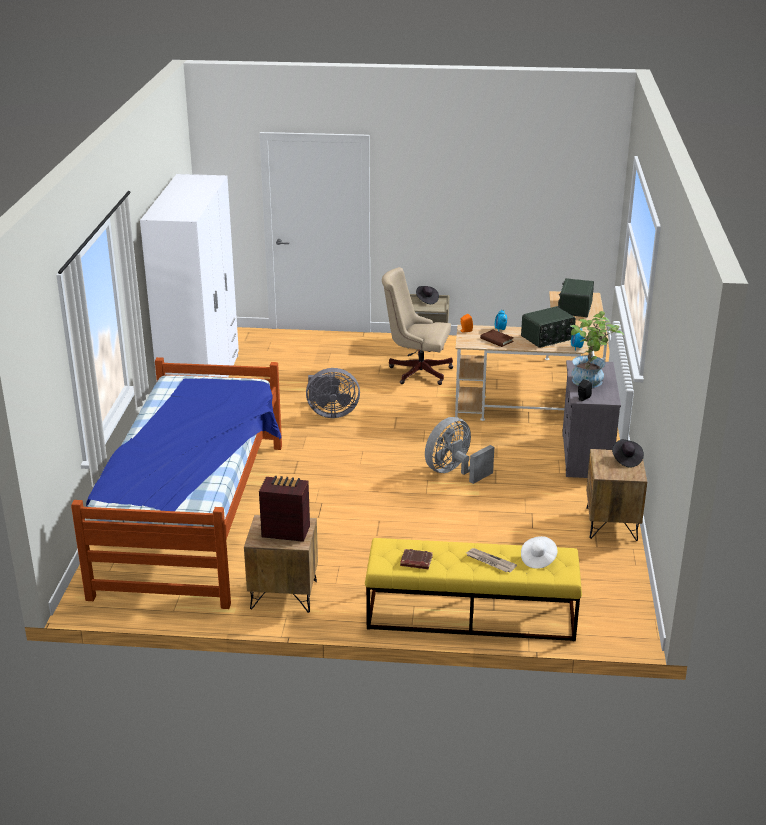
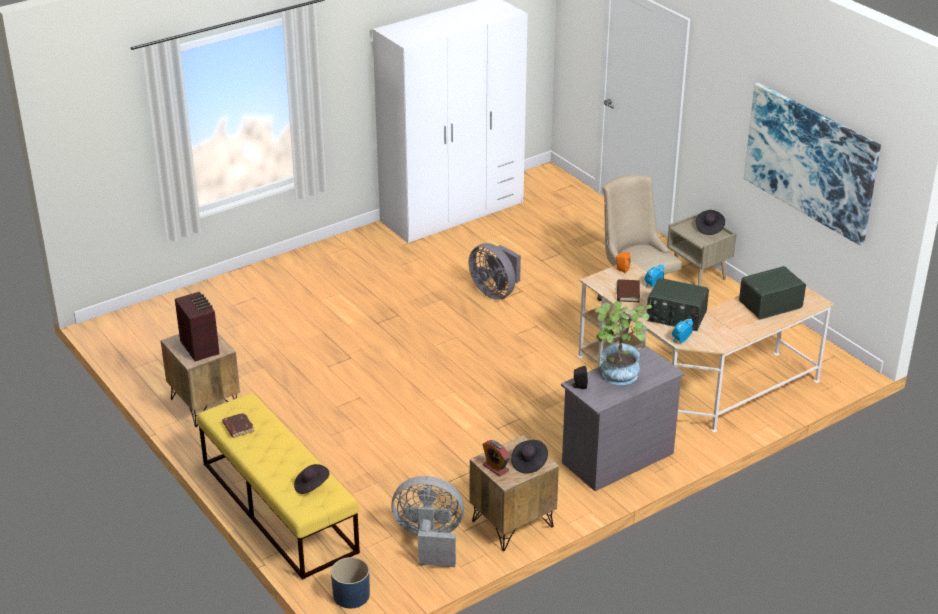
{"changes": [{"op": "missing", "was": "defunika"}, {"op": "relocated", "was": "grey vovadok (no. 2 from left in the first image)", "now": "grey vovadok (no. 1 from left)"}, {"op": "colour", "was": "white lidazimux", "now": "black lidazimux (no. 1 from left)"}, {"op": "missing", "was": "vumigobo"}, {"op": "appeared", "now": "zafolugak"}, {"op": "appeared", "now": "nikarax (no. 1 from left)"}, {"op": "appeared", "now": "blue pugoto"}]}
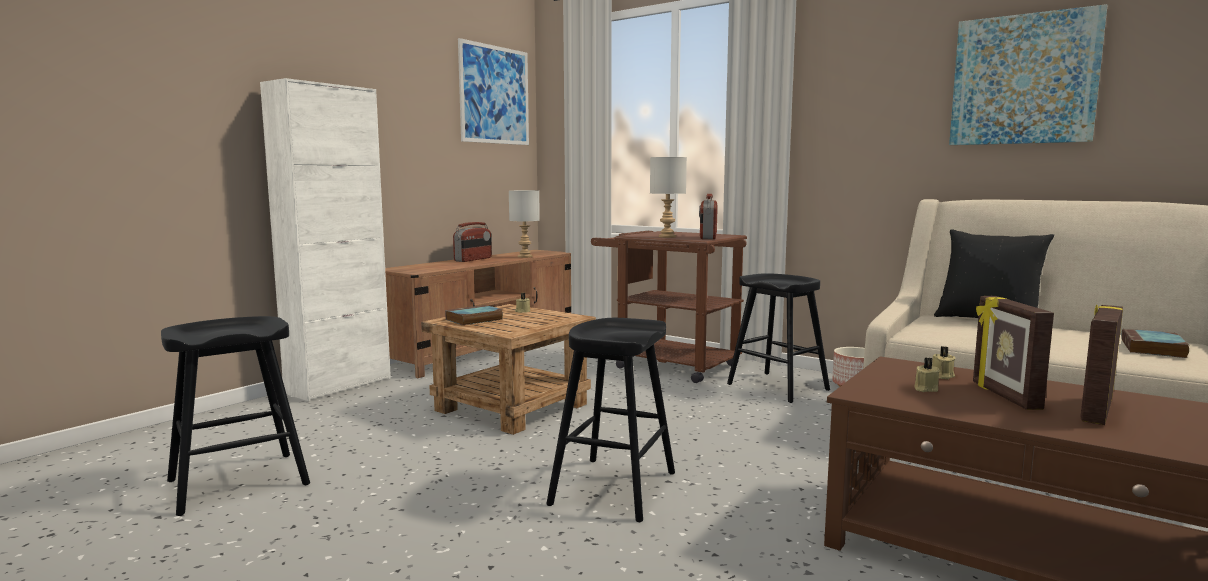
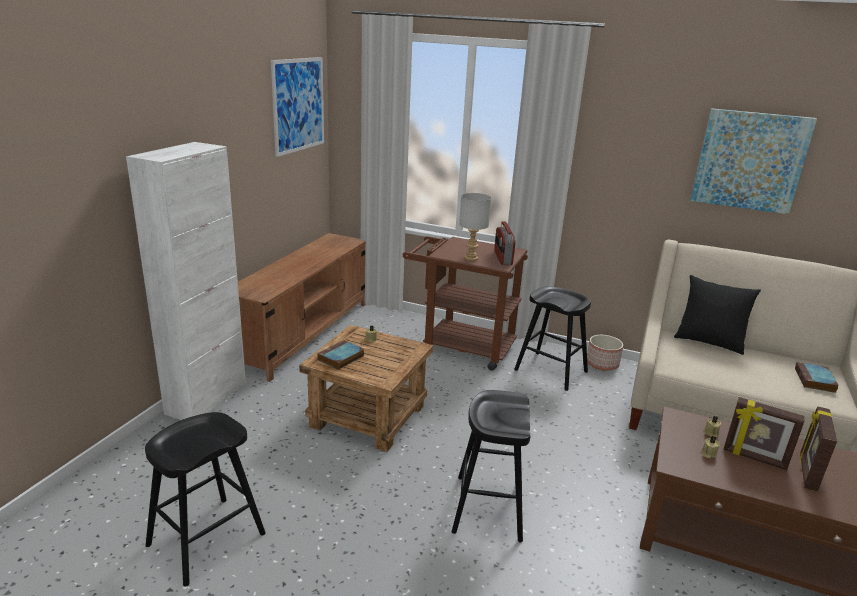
{"changes": [{"op": "missing", "was": "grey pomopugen (no. 1 from left)"}, {"op": "missing", "was": "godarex (no. 1 from left)"}, {"op": "spun", "was": "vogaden (no. 1 from left)", "clockwise": -45}]}
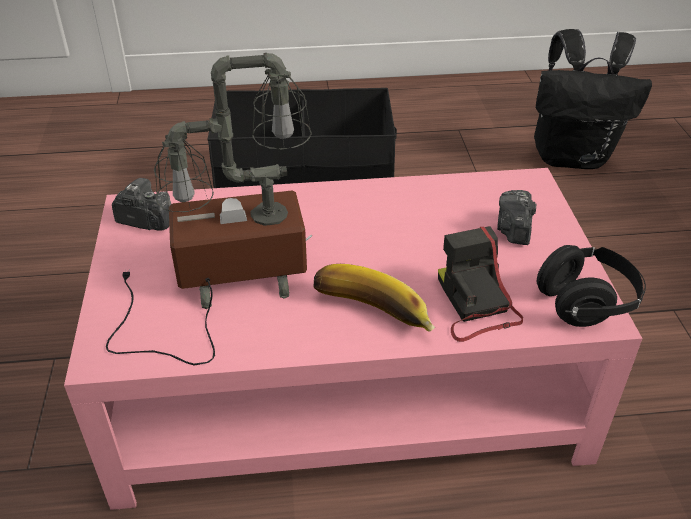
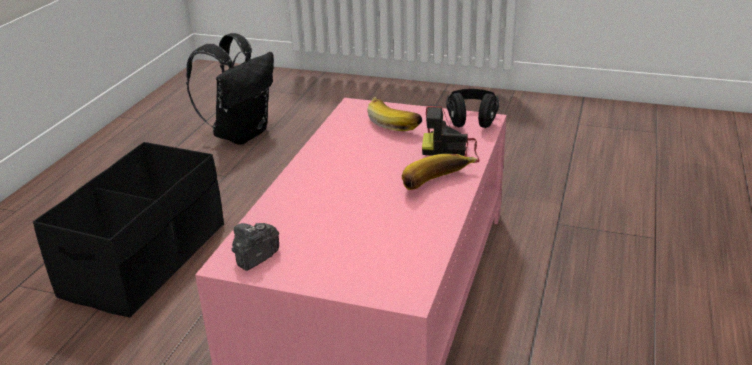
{"changes": [{"op": "missing", "was": "pomopugen"}, {"op": "exchanged", "was": "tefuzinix (no. 3 from left)", "now": "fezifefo (no. 1 from left)"}]}
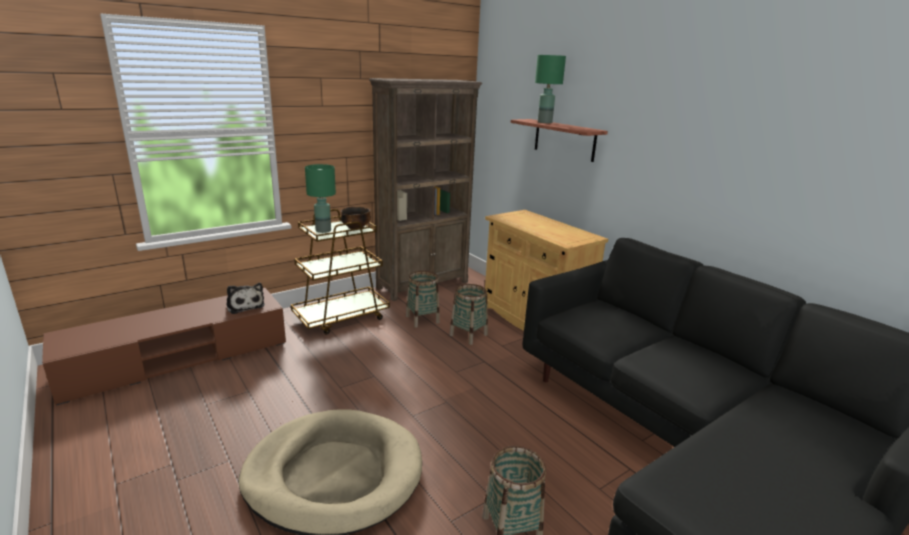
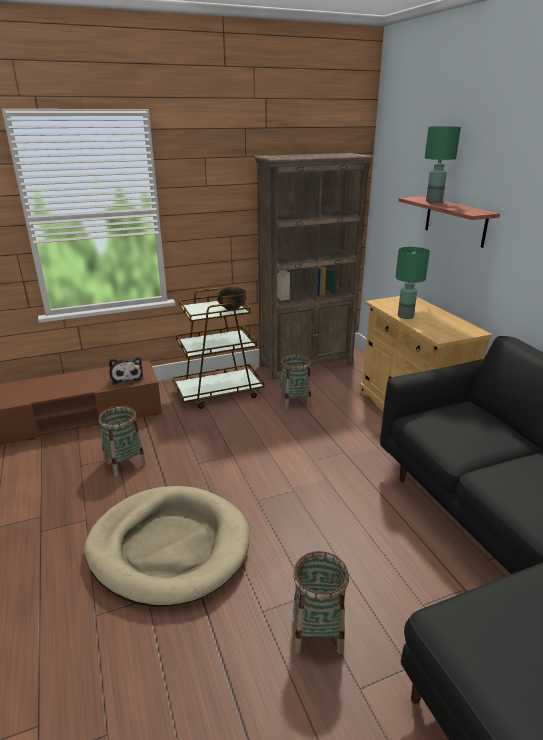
{"changes": [{"op": "relocated", "was": "green pomopugen (no. 1 from left)"}, {"op": "relocated", "was": "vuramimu (no. 2 from left in the first image)", "now": "vuramimu (no. 1 from left)"}]}
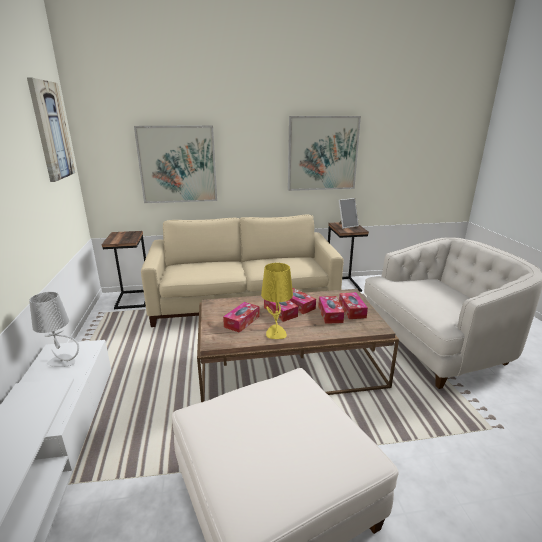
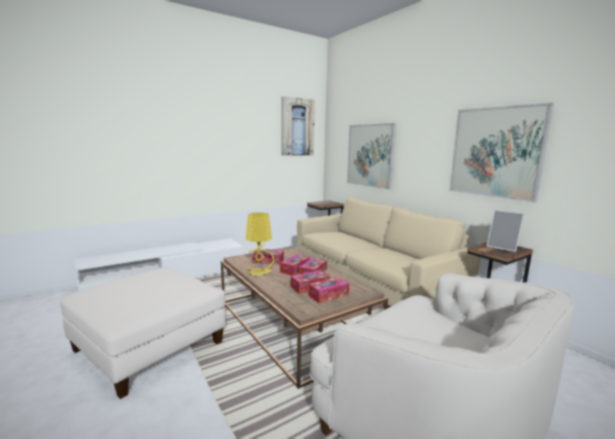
{"changes": [{"op": "missing", "was": "grey pomopugen"}]}
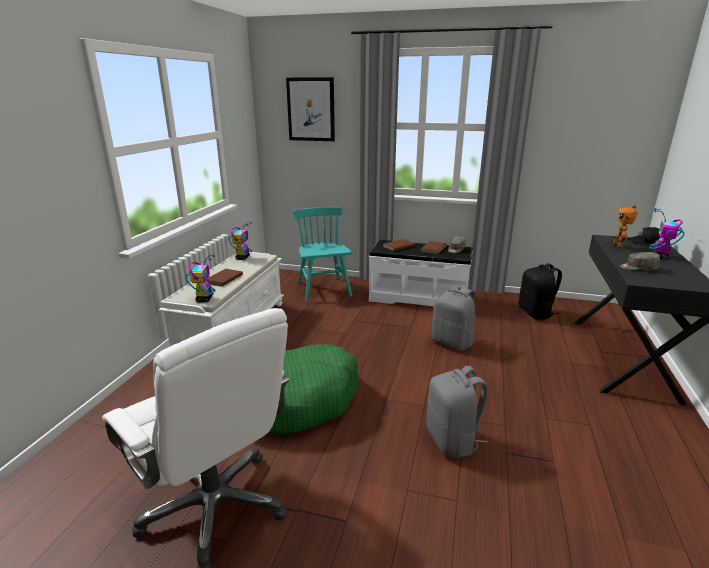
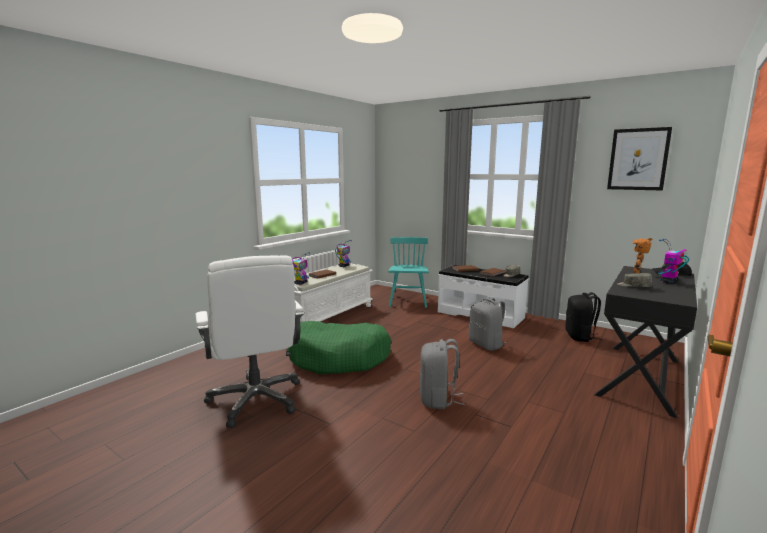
{"changes": [{"op": "relocated", "was": "zafolugak"}]}
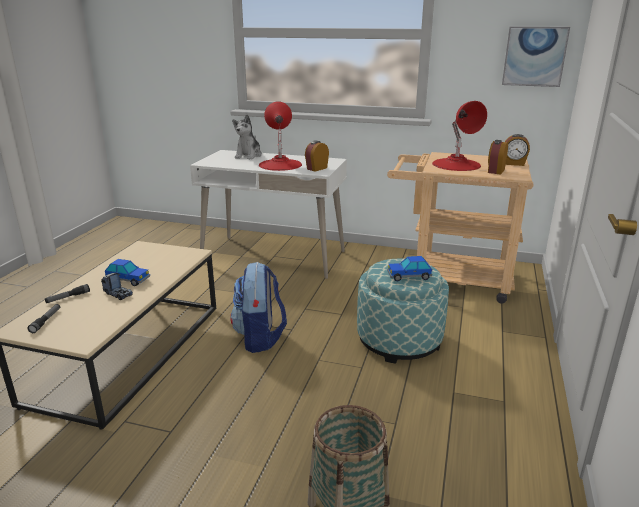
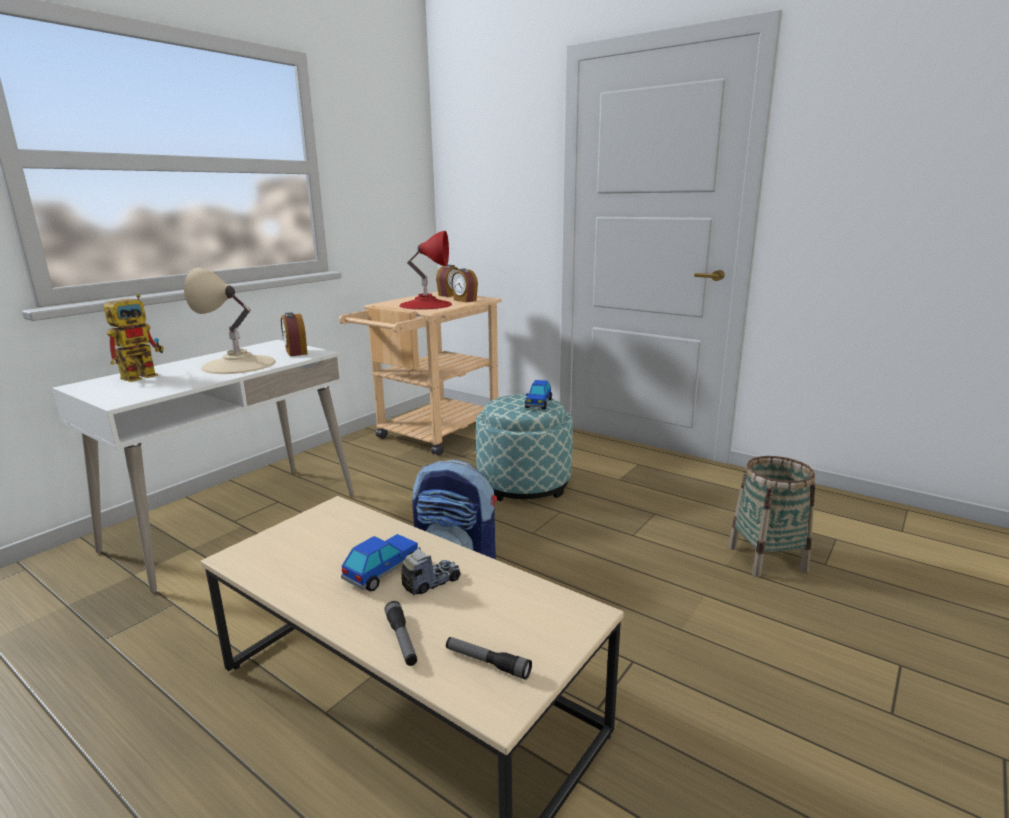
{"changes": [{"op": "missing", "was": "zafolugak"}, {"op": "colour", "was": "red pomopugen (no. 1 from left)", "now": "beige pomopugen"}, {"op": "exchanged", "was": "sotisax", "now": "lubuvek"}]}
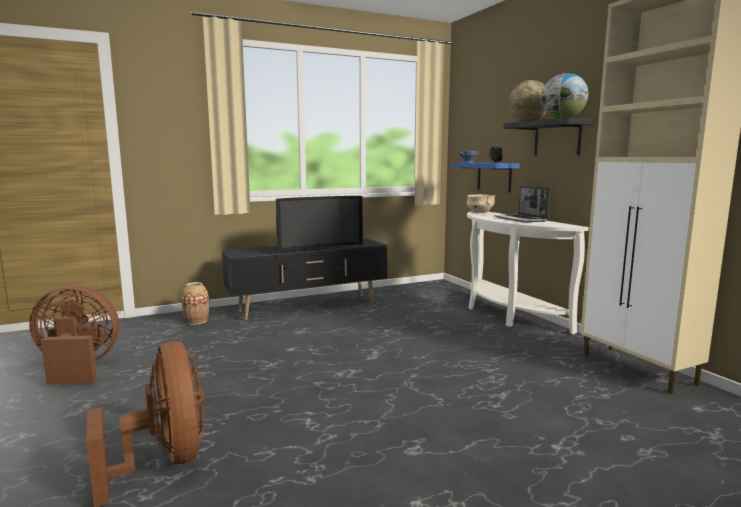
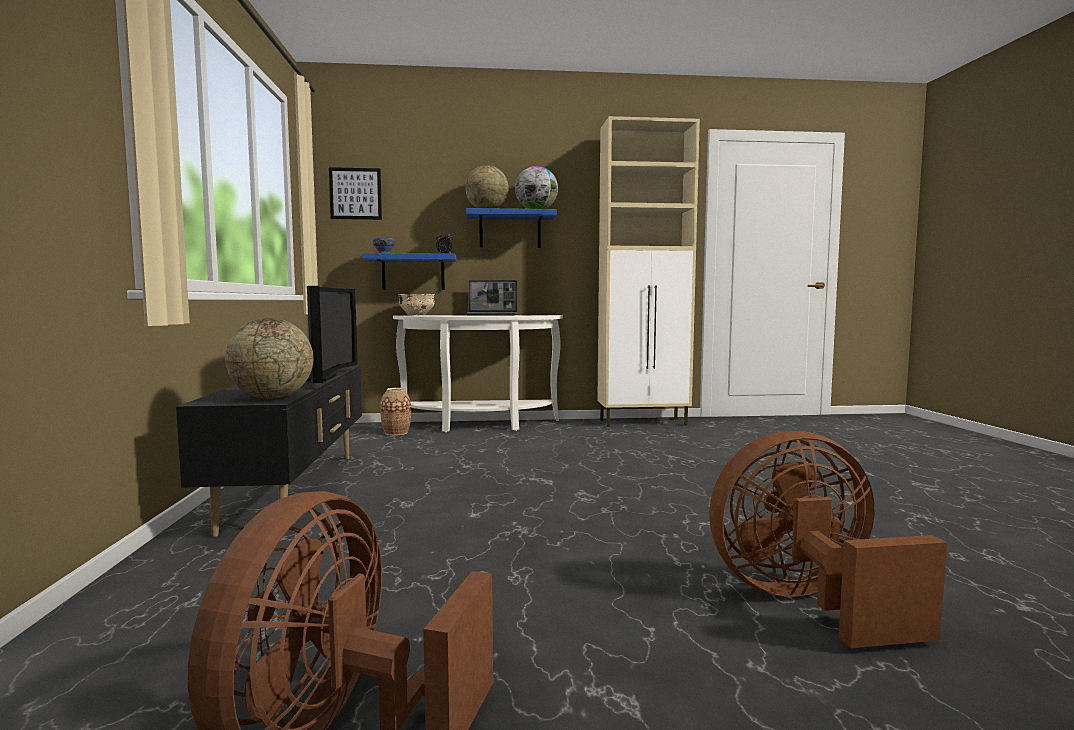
{"changes": [{"op": "colour", "was": "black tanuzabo", "now": "blue tanuzabo (no. 2 from left)"}, {"op": "relocated", "was": "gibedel"}, {"op": "appeared", "now": "zafolugak"}, {"op": "appeared", "now": "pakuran (no. 1 from left)"}]}
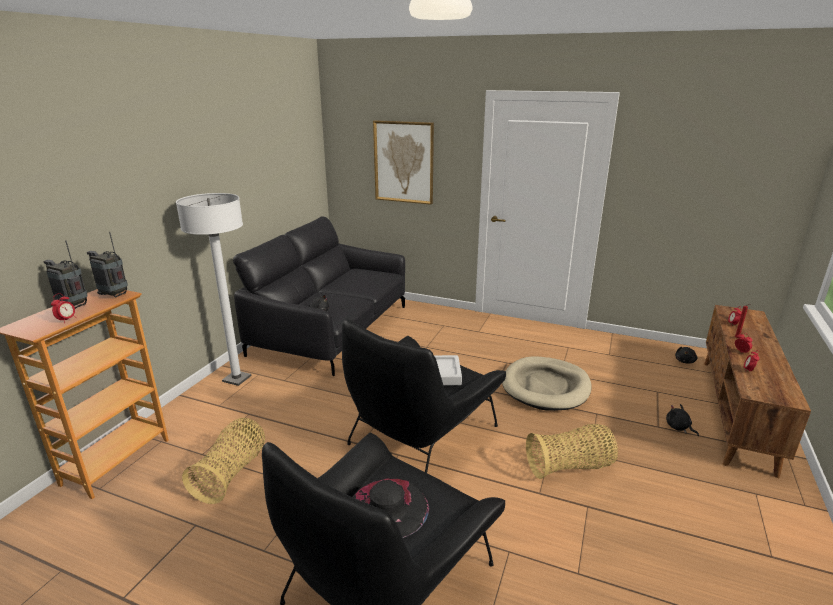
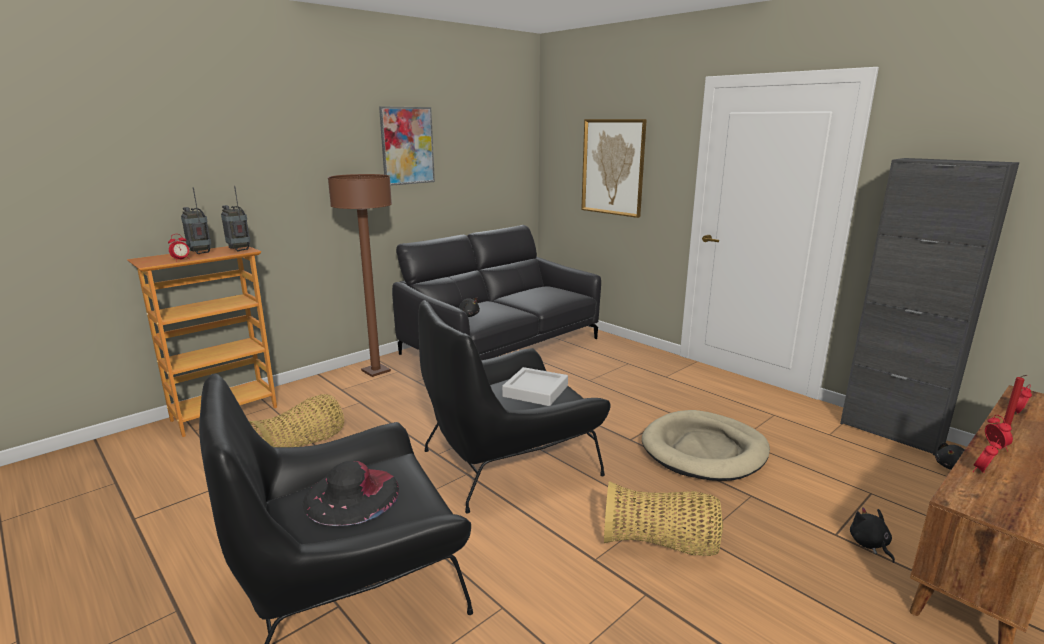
{"changes": [{"op": "colour", "was": "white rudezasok", "now": "brown rudezasok"}, {"op": "appeared", "now": "zafolugak (no. 1 from left)"}, {"op": "appeared", "now": "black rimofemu"}]}
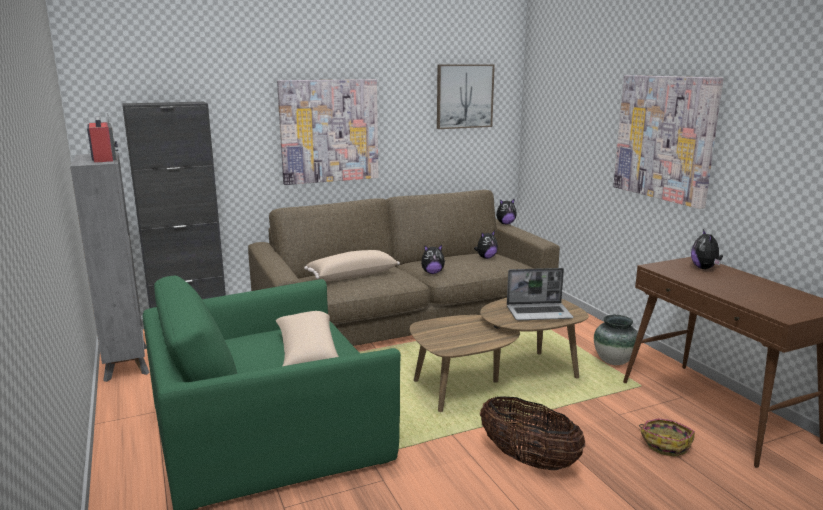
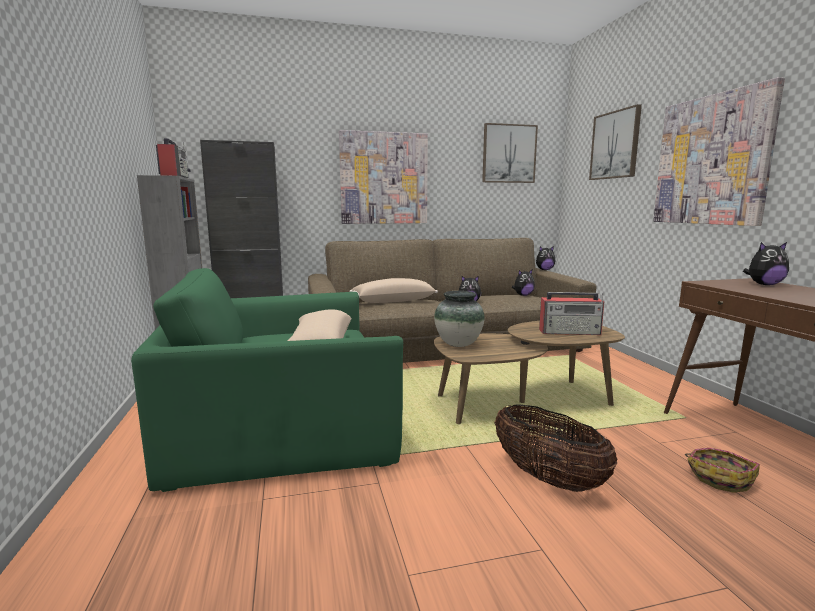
{"changes": [{"op": "spun", "was": "sotisax (no. 4 from left)", "clockwise": -105}, {"op": "exchanged", "was": "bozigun", "now": "godarex (no. 2 from left)"}, {"op": "relocated", "was": "gibedel"}, {"op": "appeared", "now": "zafolugak (no. 3 from left)"}]}
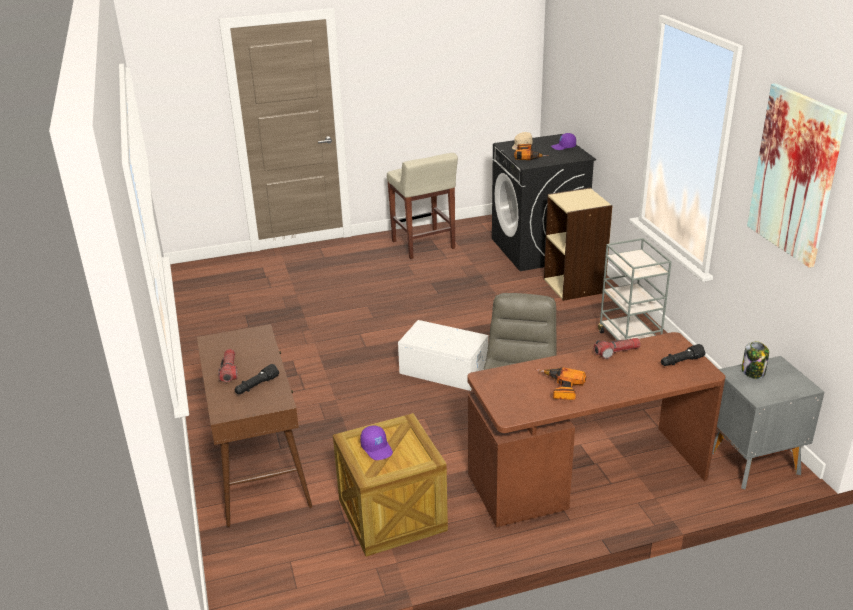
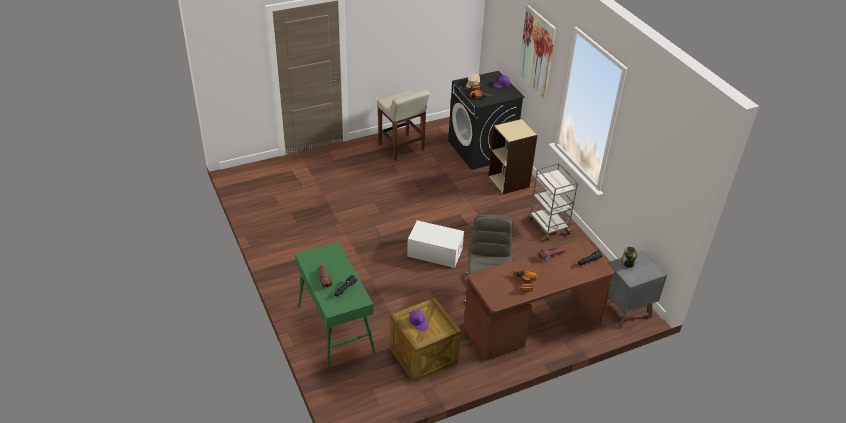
{"changes": [{"op": "relocated", "was": "zafolugak"}, {"op": "colour", "was": "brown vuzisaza", "now": "green vuzisaza"}]}
